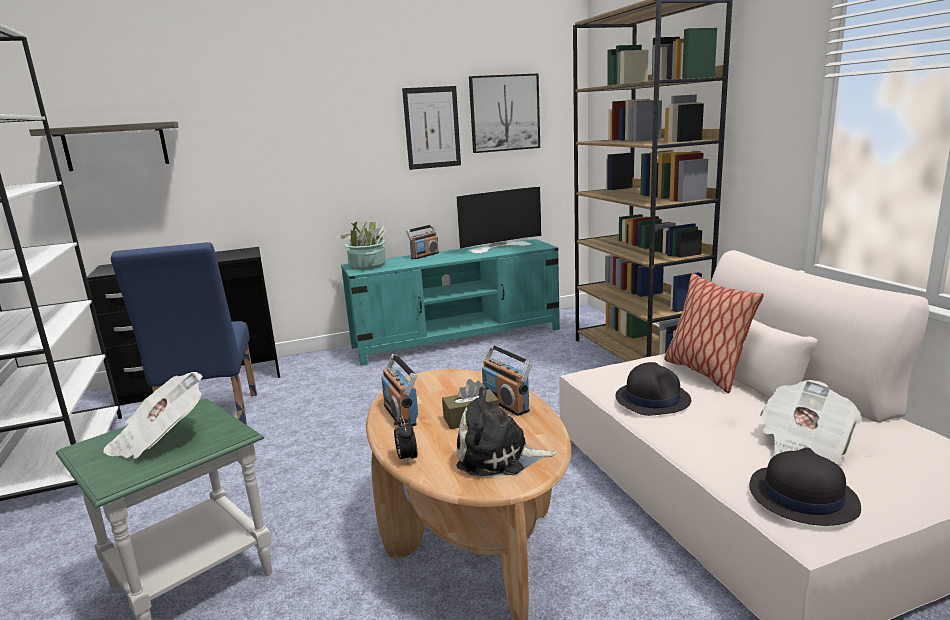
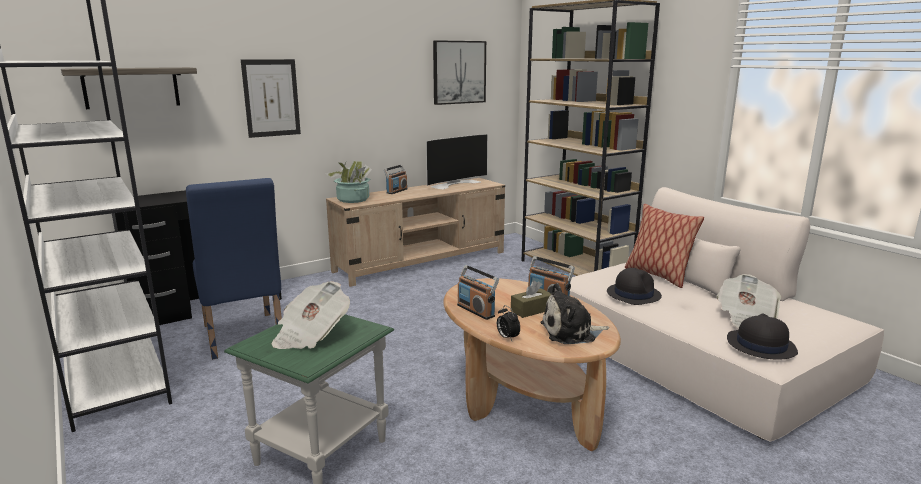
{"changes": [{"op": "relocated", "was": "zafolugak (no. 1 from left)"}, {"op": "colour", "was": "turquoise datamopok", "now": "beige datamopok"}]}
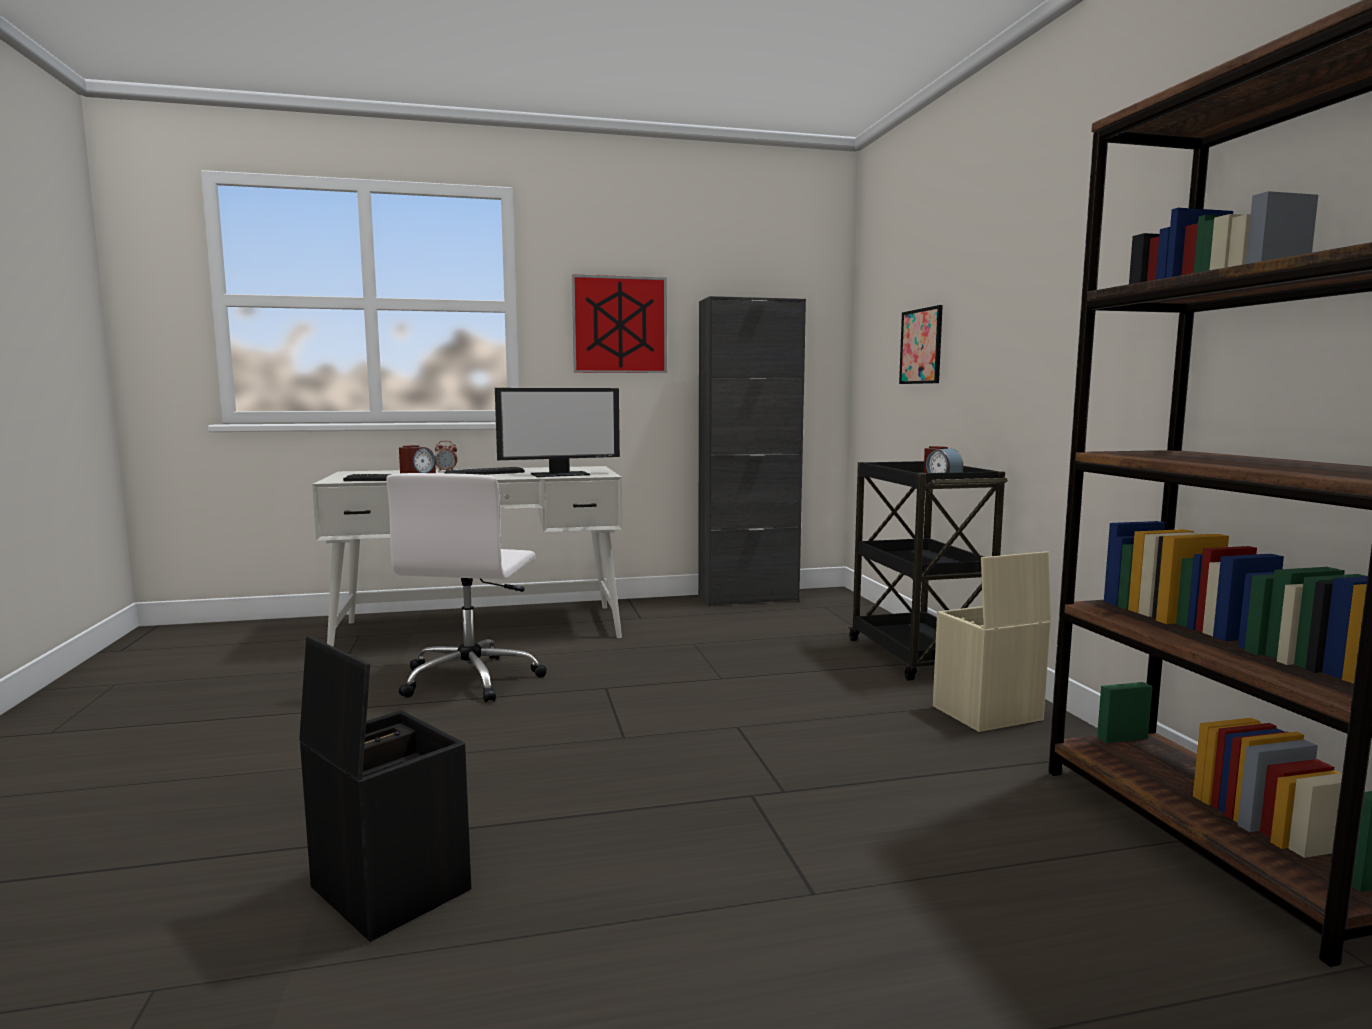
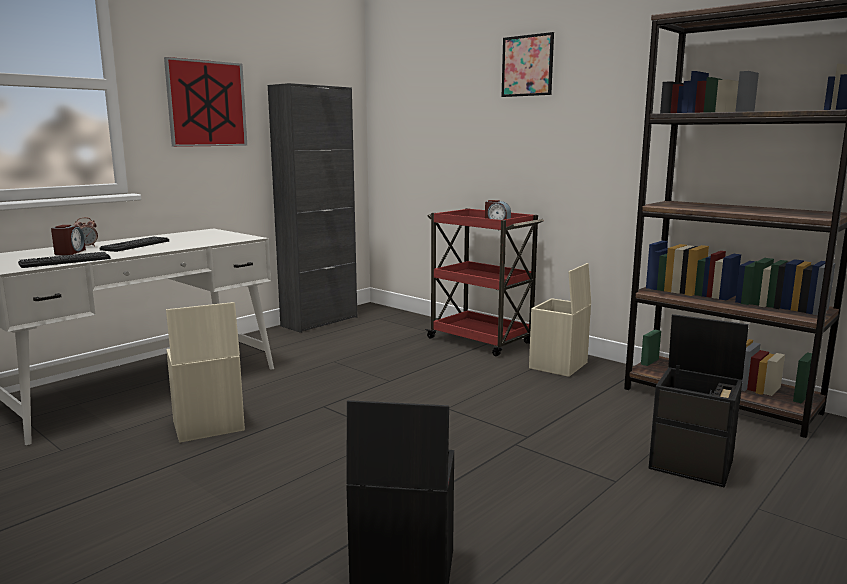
{"changes": [{"op": "relocated", "was": "zafolugak (no. 2 from left)"}, {"op": "missing", "was": "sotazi"}, {"op": "colour", "was": "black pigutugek", "now": "red pigutugek"}, {"op": "exchanged", "was": "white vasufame", "now": "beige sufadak (no. 1 from left)"}, {"op": "appeared", "now": "black sufadak (no. 2 from left)"}]}
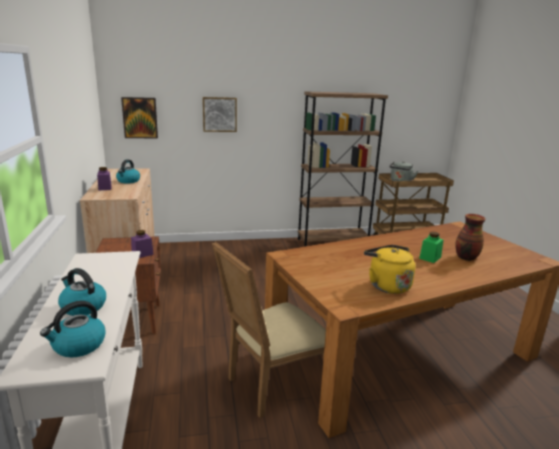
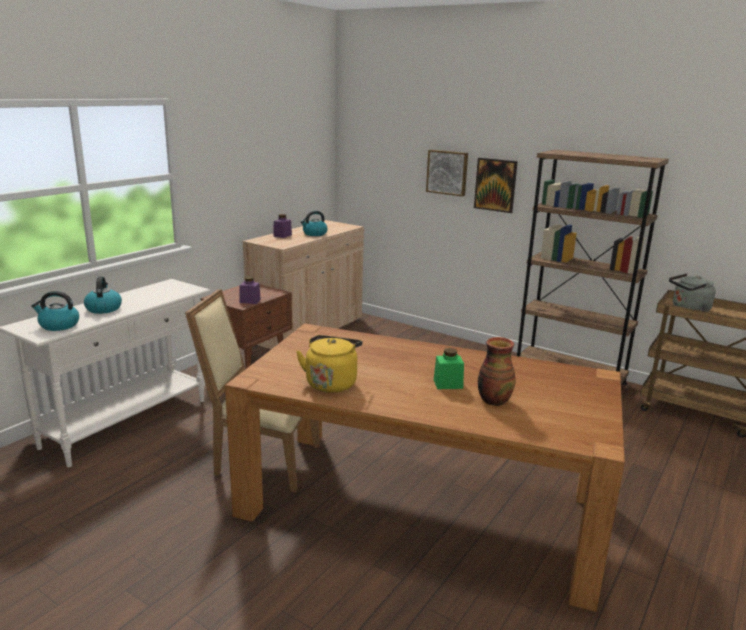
{"changes": [{"op": "relocated", "was": "zafolugak (no. 1 from left in the first image)", "now": "zafolugak (no. 2 from left)"}]}
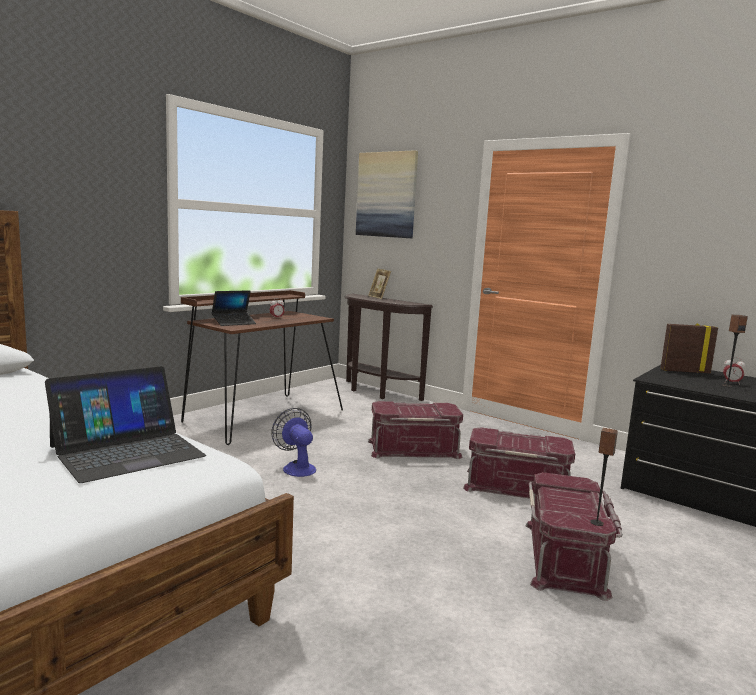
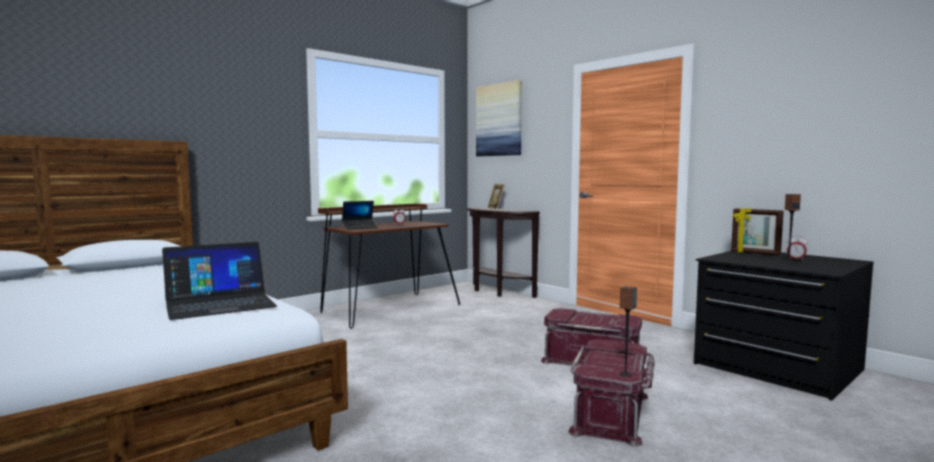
{"changes": [{"op": "spun", "was": "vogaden (no. 2 from left)", "clockwise": -150}, {"op": "missing", "was": "red sufadak (no. 1 from left)"}, {"op": "missing", "was": "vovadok"}]}
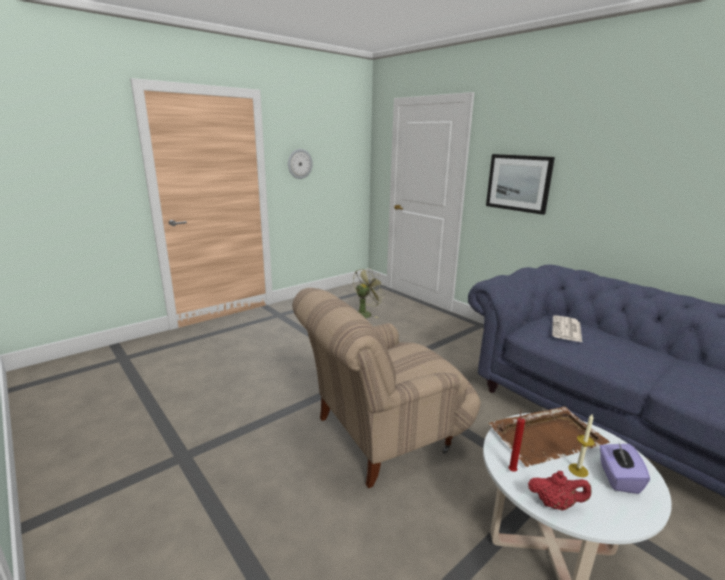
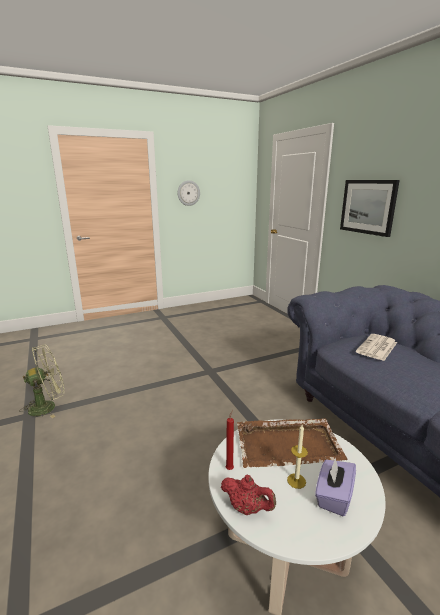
{"changes": [{"op": "relocated", "was": "green vovadok"}, {"op": "missing", "was": "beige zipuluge"}]}
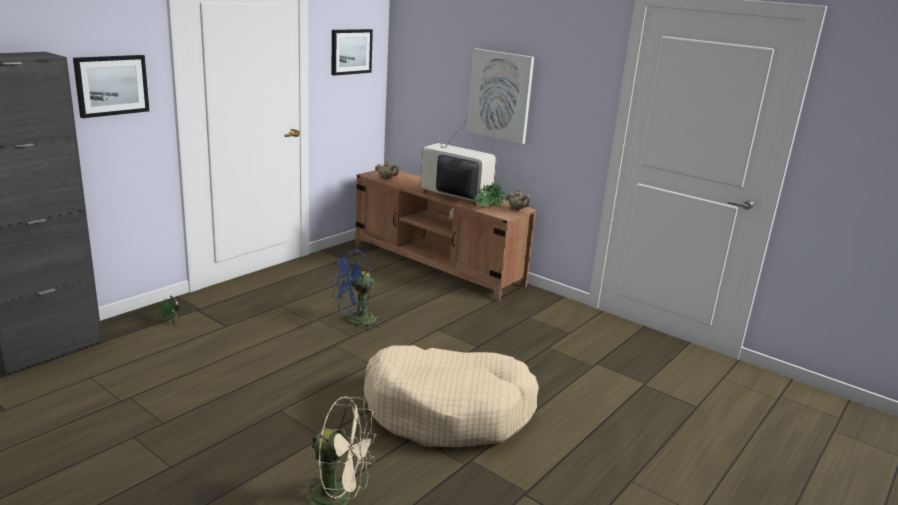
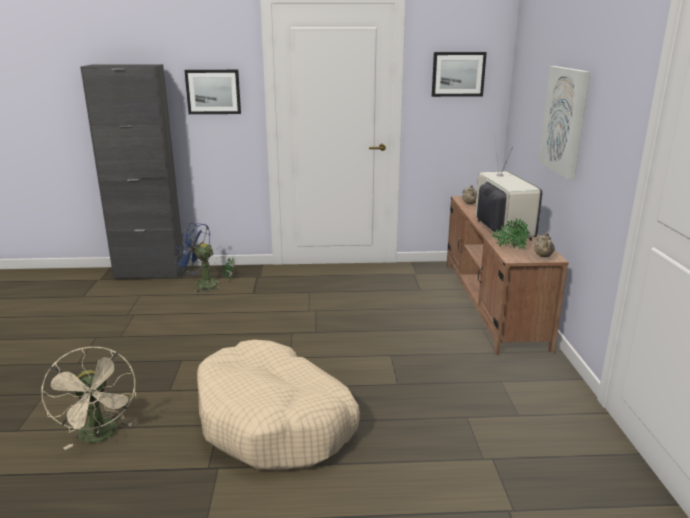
{"changes": [{"op": "relocated", "was": "blue vovadok"}]}
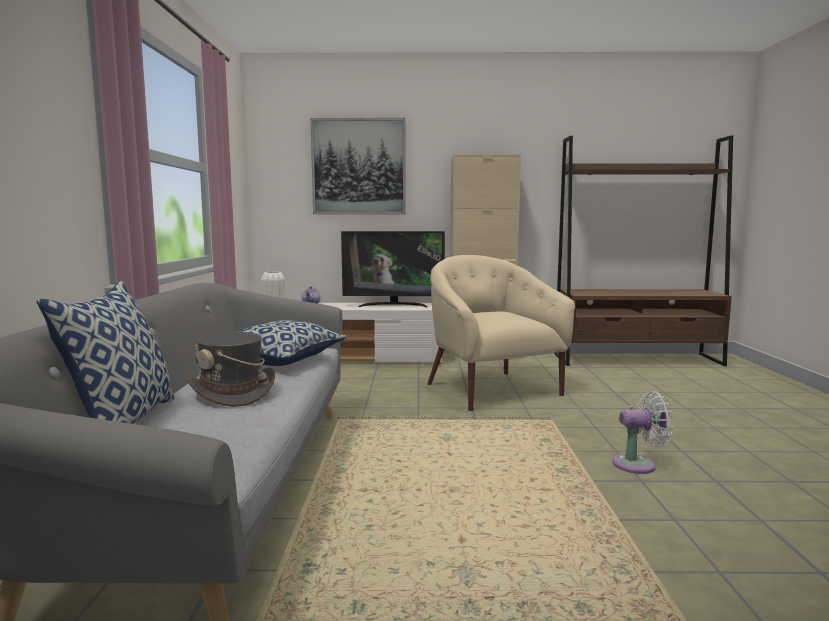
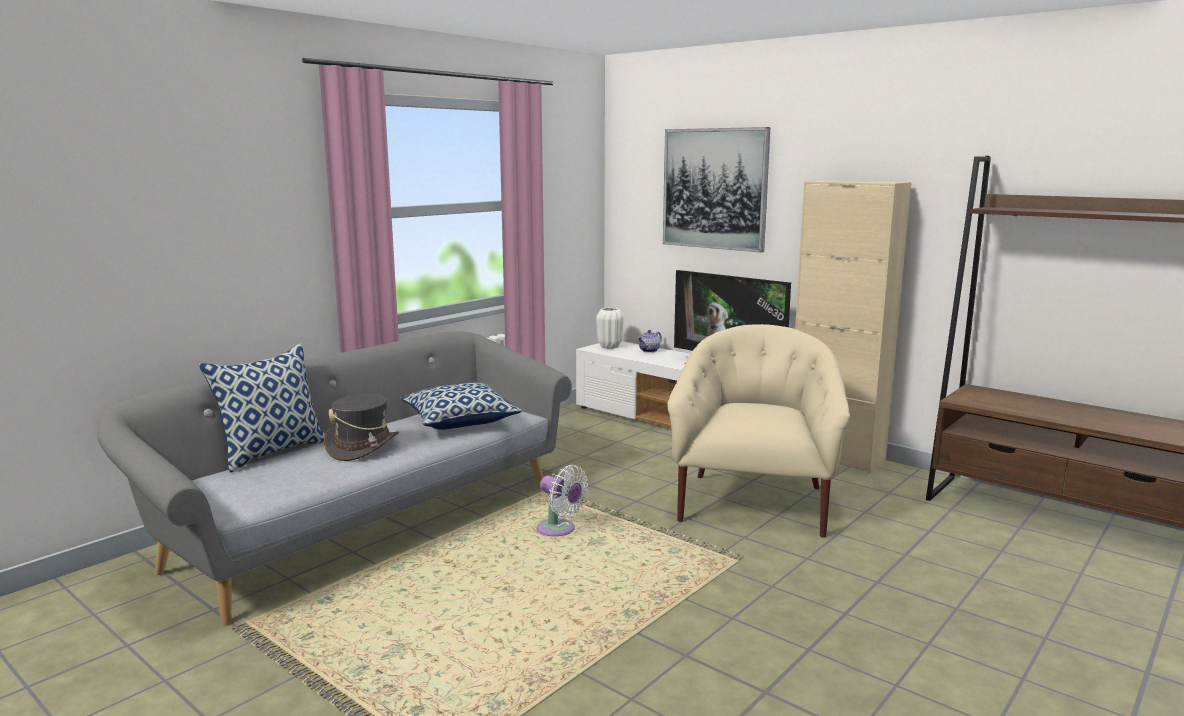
{"changes": [{"op": "relocated", "was": "white vovadok"}]}
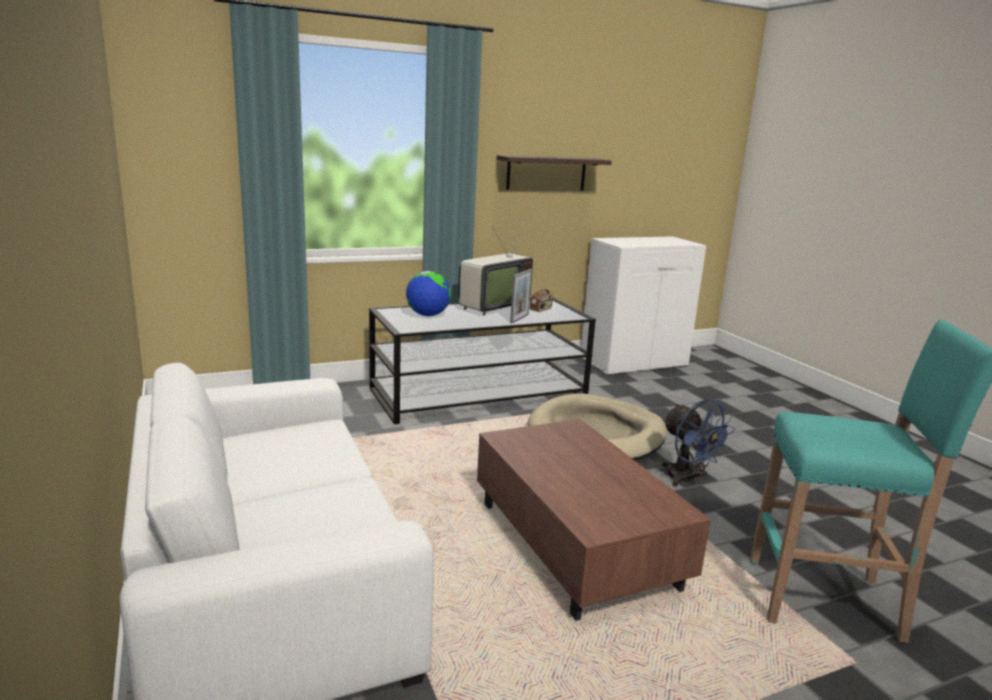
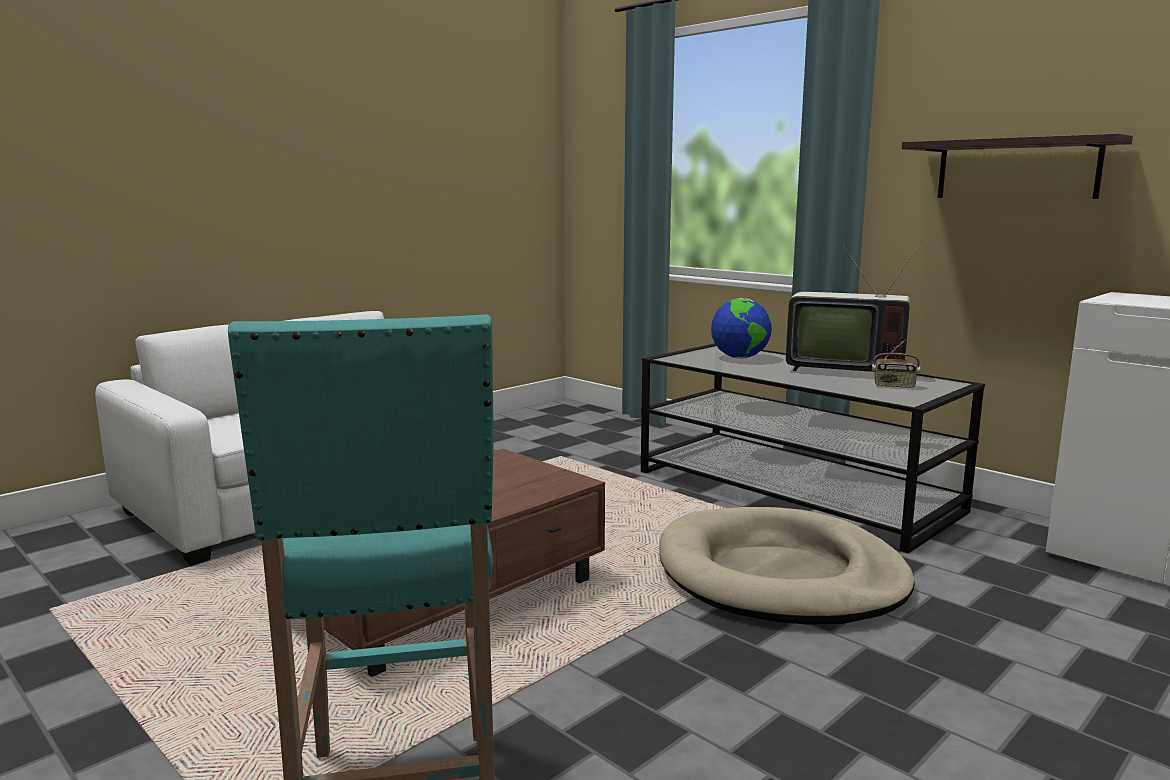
{"changes": [{"op": "missing", "was": "vogaden"}, {"op": "missing", "was": "blue vovadok"}]}
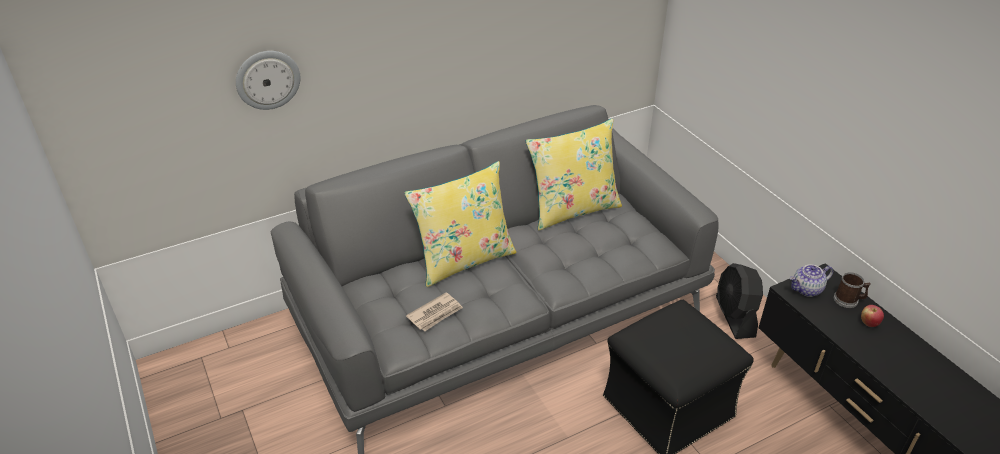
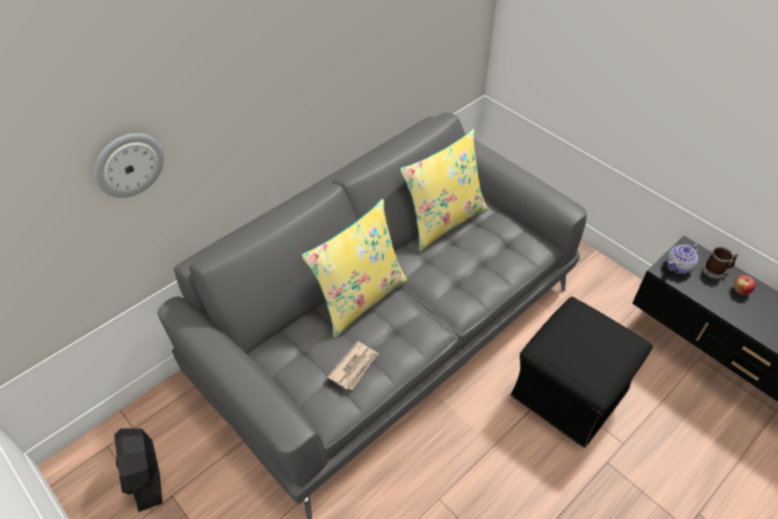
{"changes": [{"op": "relocated", "was": "black vovadok"}]}
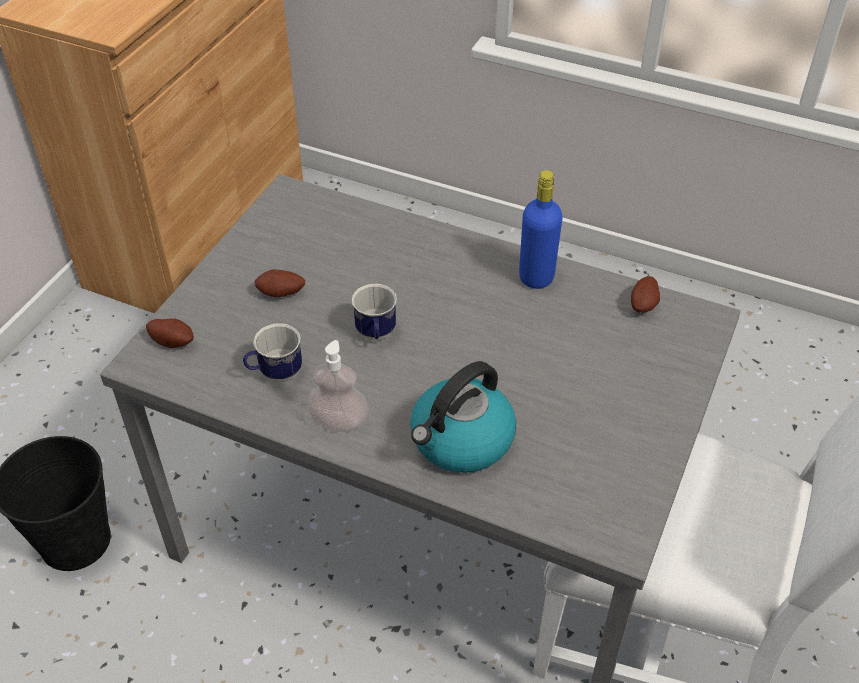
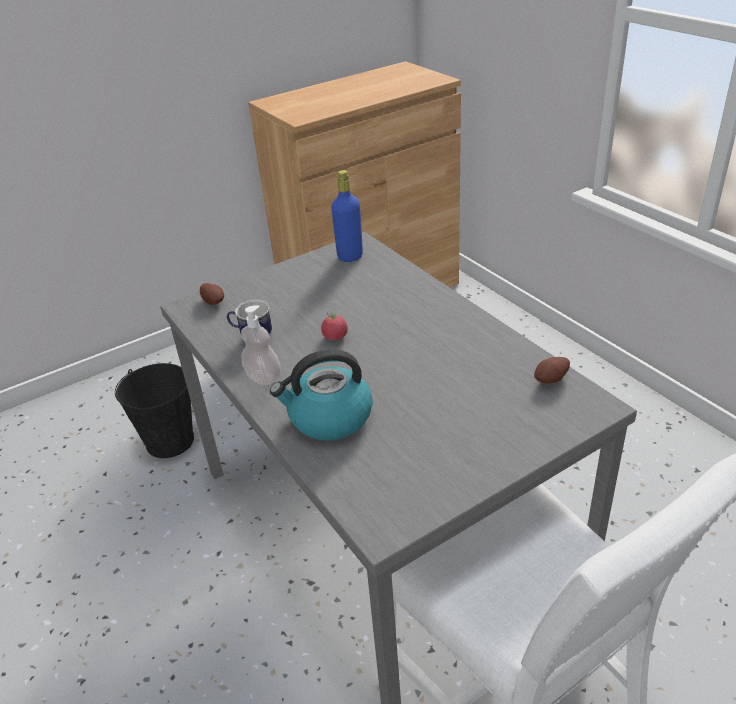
{"changes": [{"op": "relocated", "was": "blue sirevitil"}, {"op": "missing", "was": "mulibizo (no. 2 from left)"}, {"op": "exchanged", "was": "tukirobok (no. 2 from left)", "now": "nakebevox"}]}
